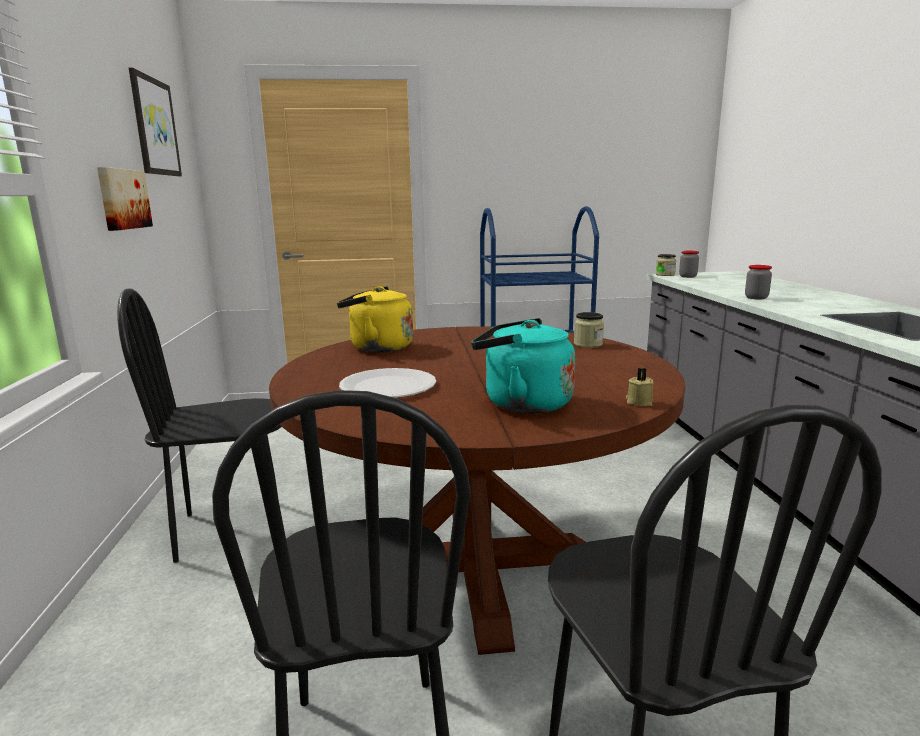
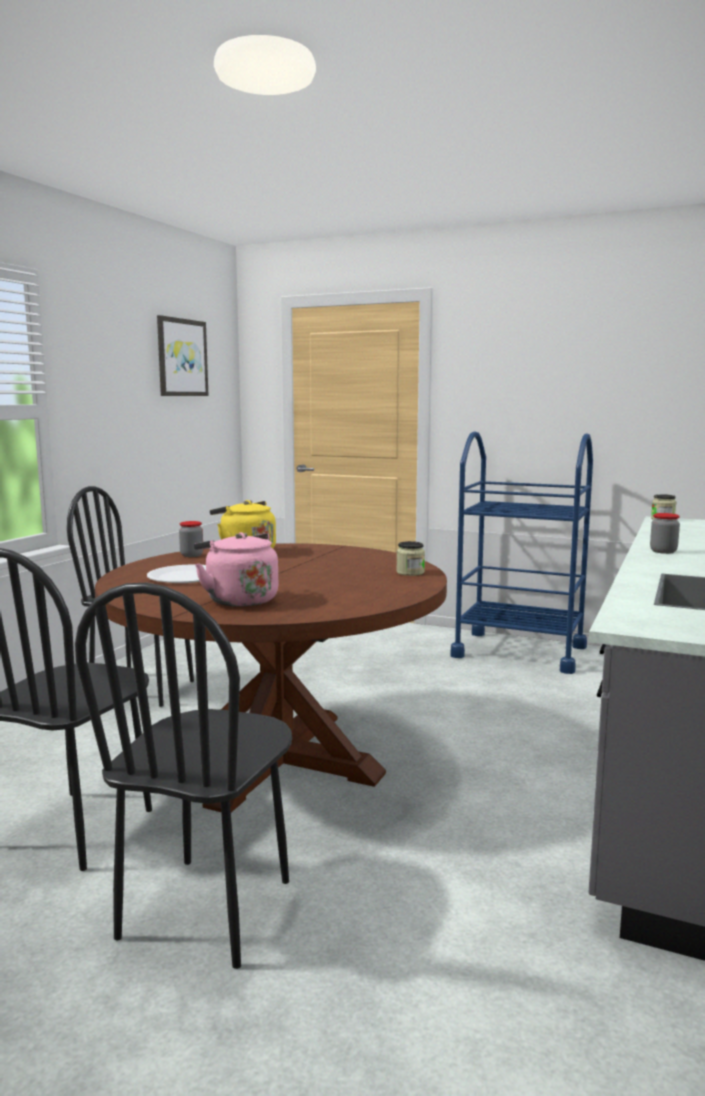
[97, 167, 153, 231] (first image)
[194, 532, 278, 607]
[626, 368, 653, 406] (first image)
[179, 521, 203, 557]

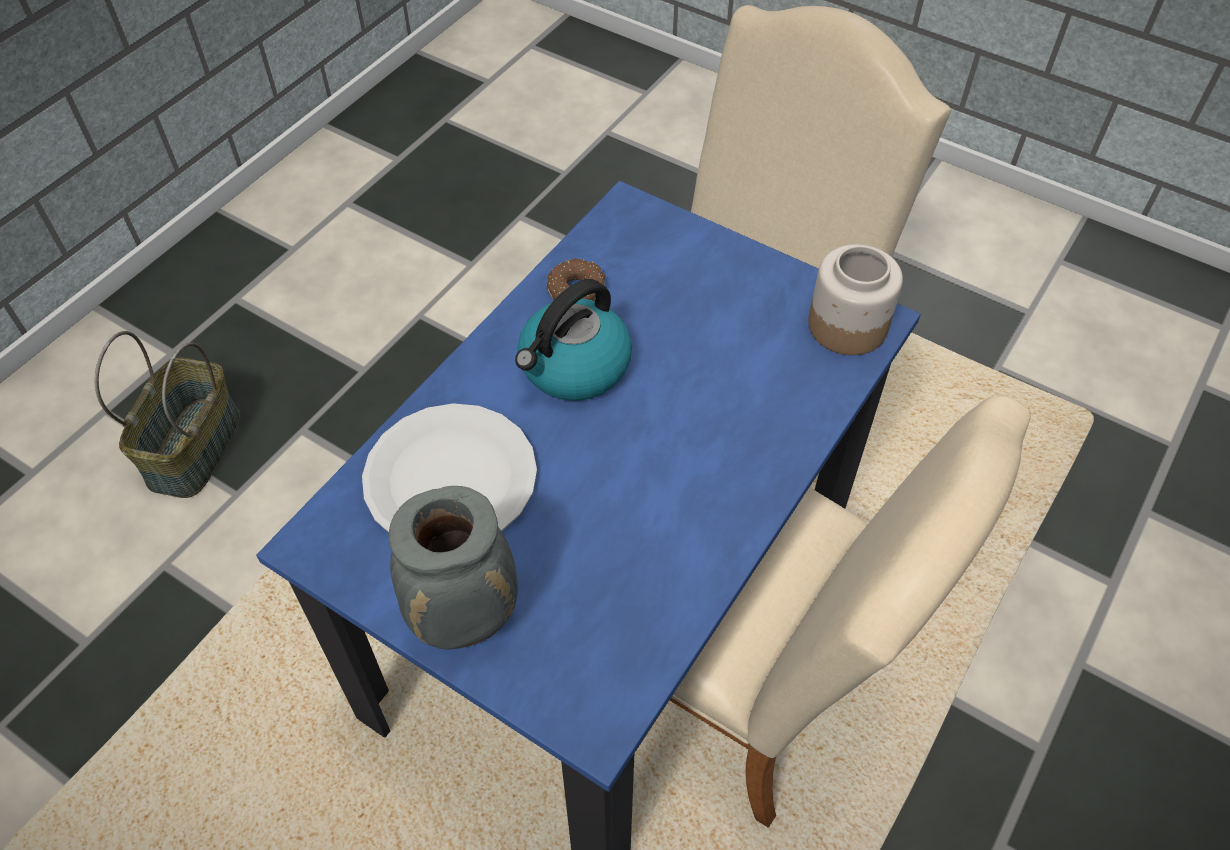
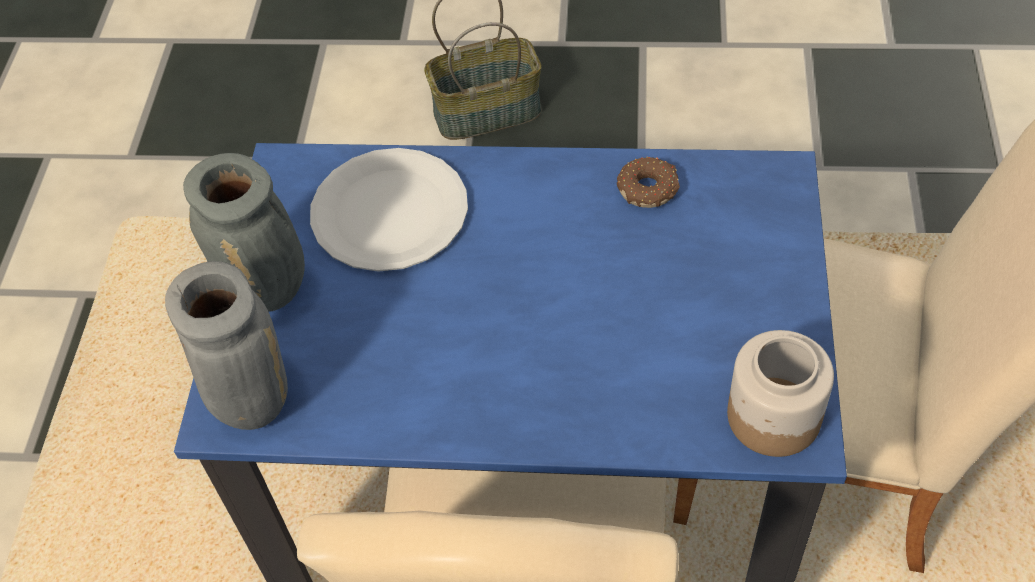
[515, 279, 632, 401] (first image)
[165, 261, 288, 430]

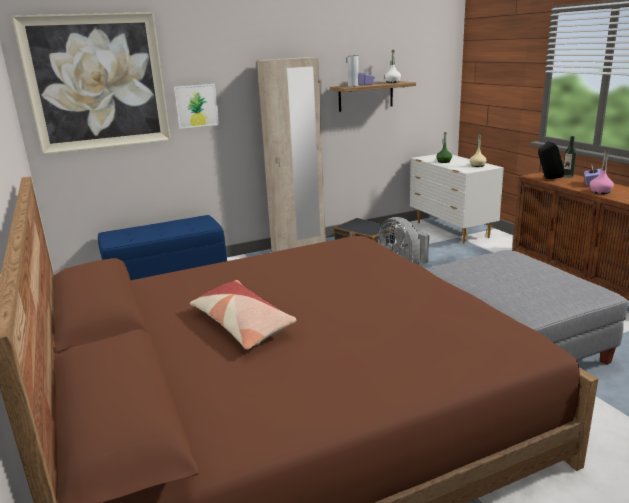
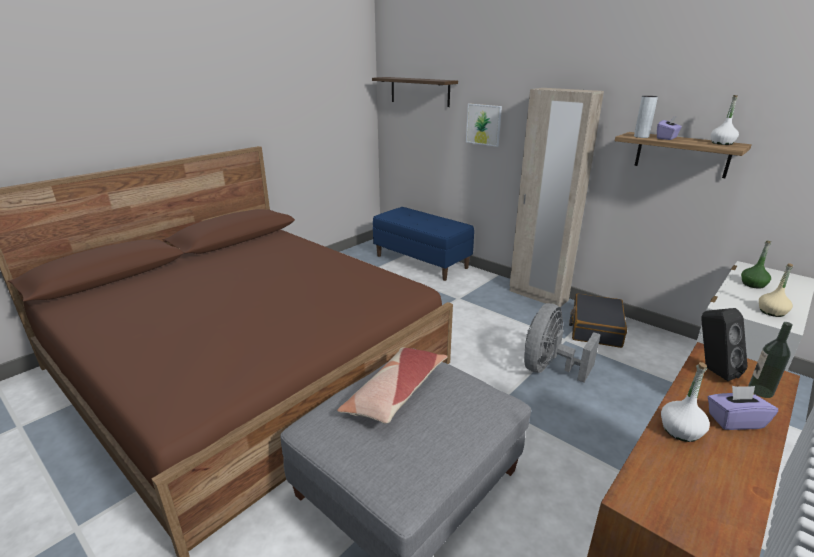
[372, 77, 458, 107]
[337, 347, 448, 424]
[661, 362, 710, 442]

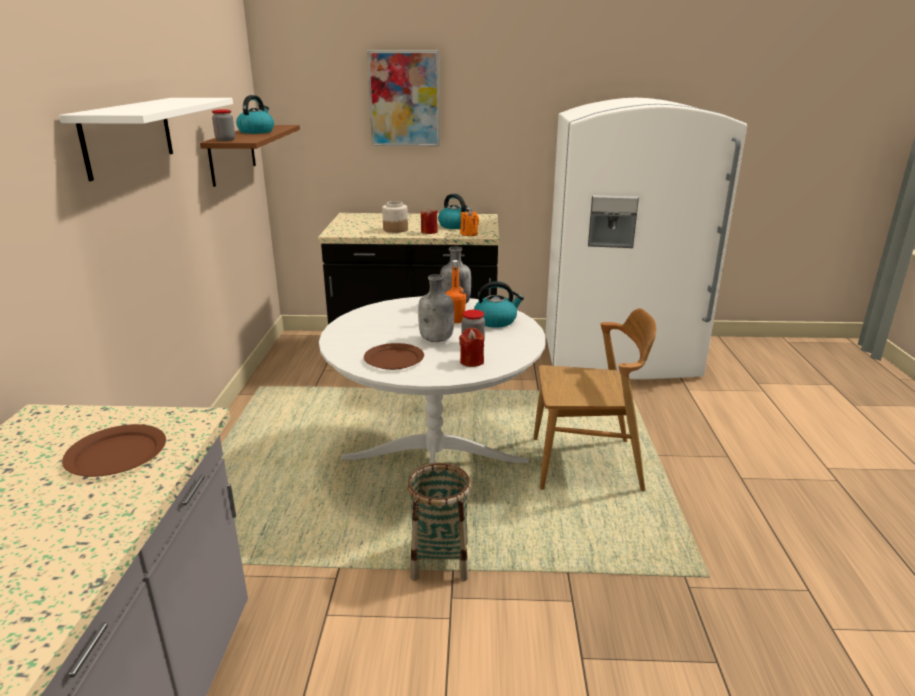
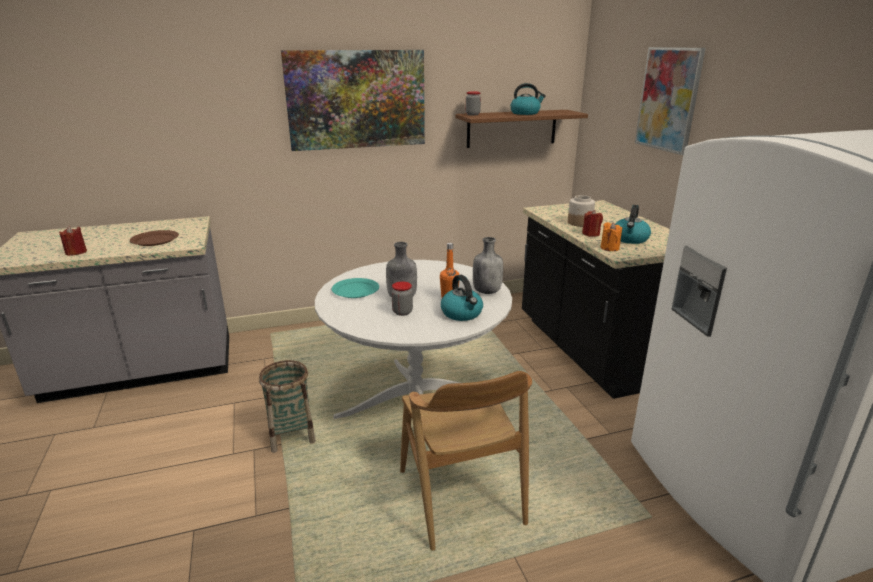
[281, 50, 425, 151]
[332, 278, 379, 298]
[59, 226, 87, 256]

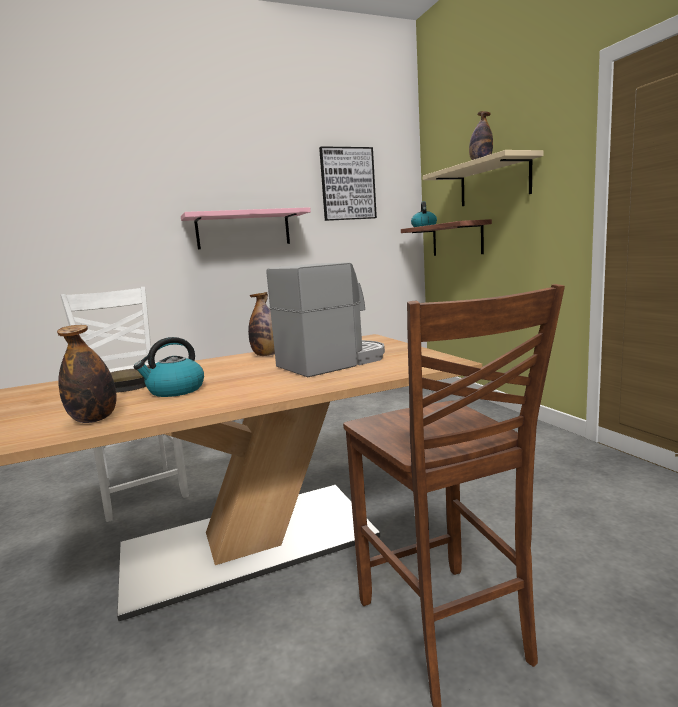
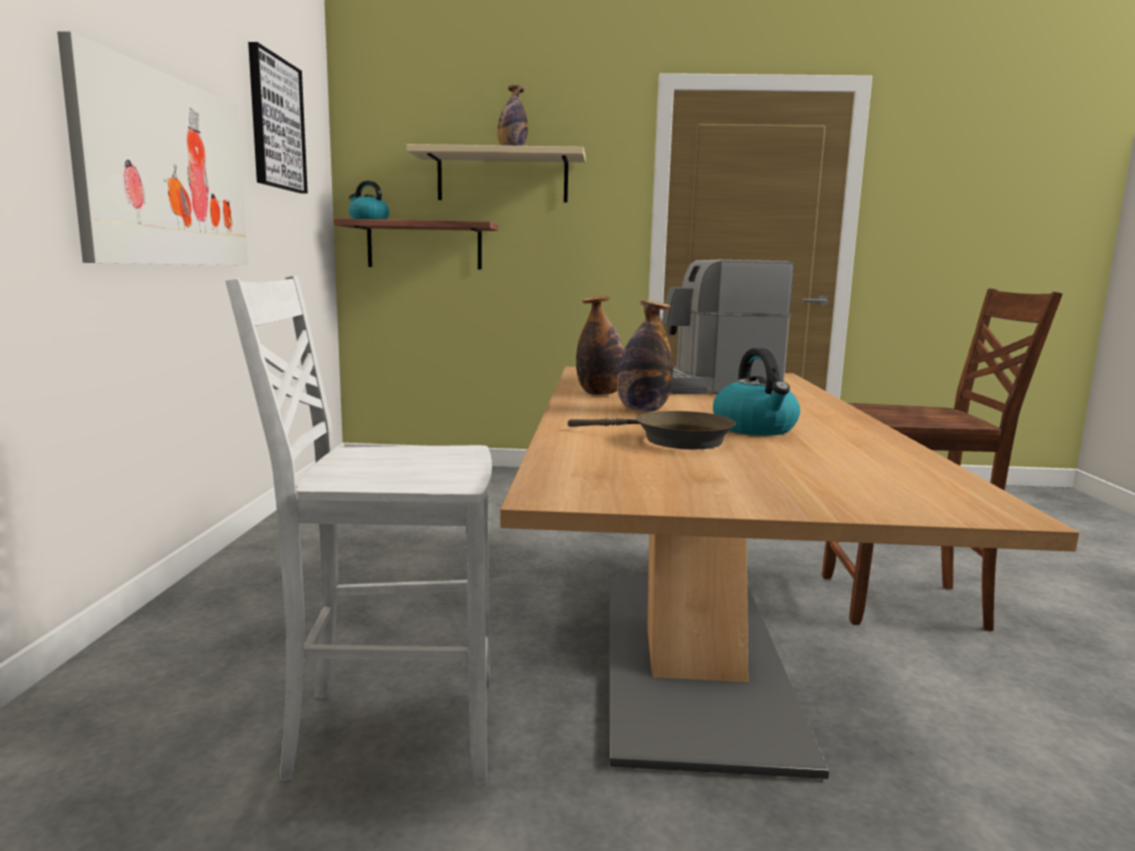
[617, 300, 673, 412]
[57, 31, 248, 265]
[662, 260, 794, 394]

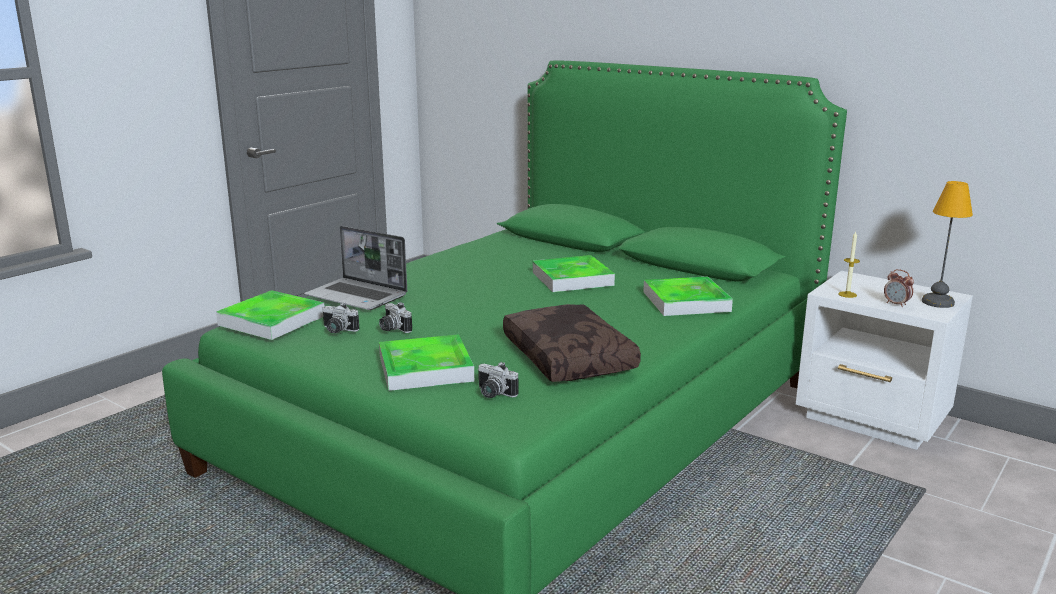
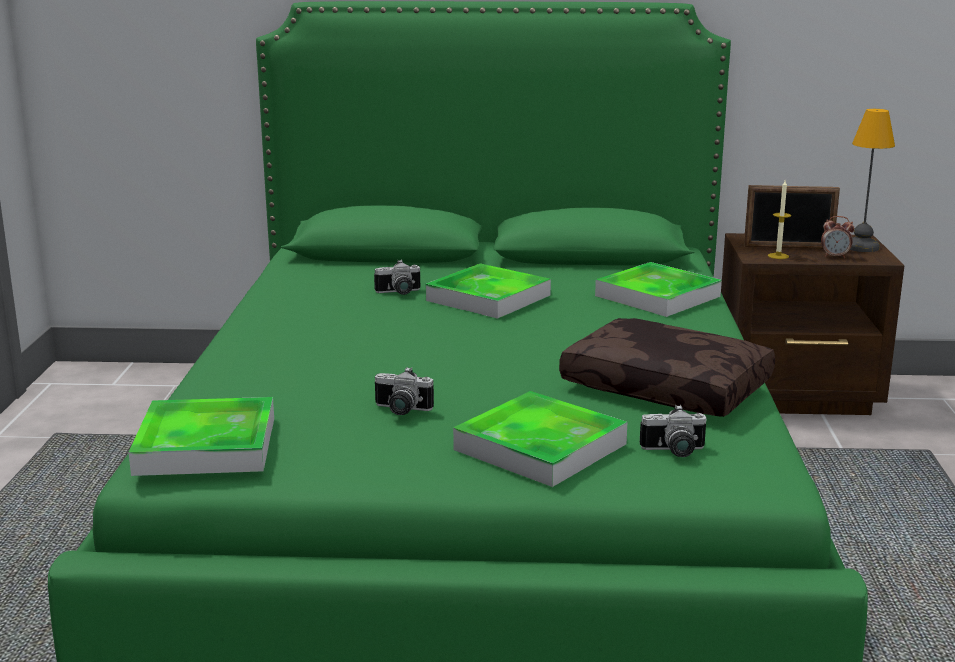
[304, 226, 407, 310] (first image)
[374, 260, 420, 295]
[721, 233, 904, 415]
[744, 185, 840, 249]

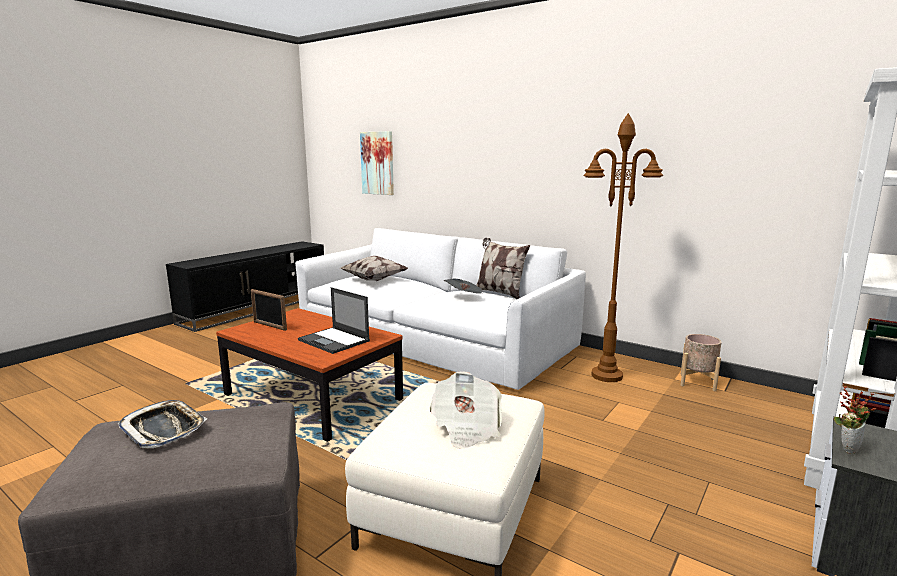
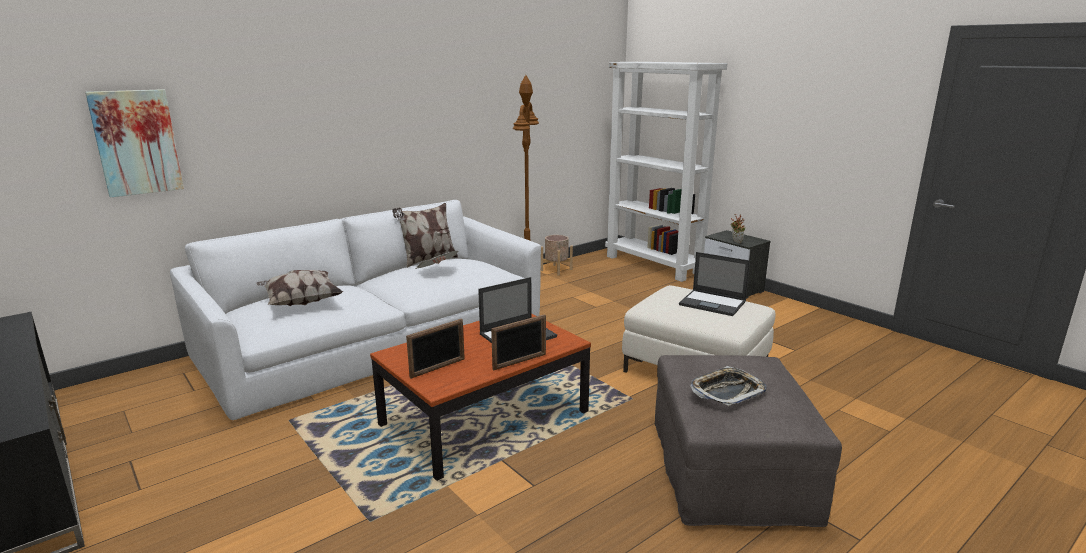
[679, 252, 750, 316]
[491, 314, 546, 370]

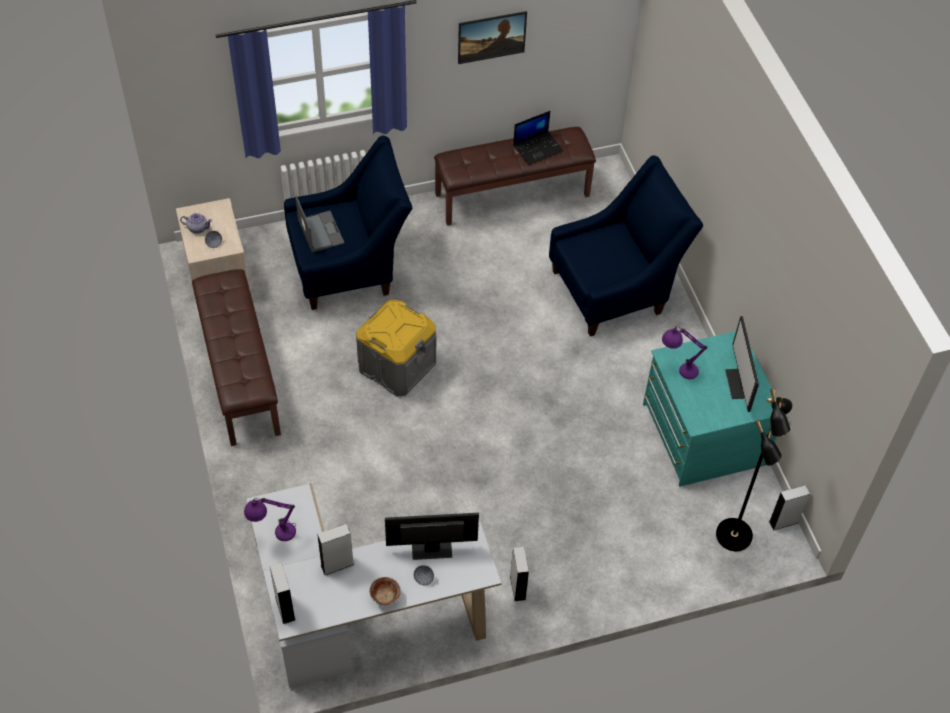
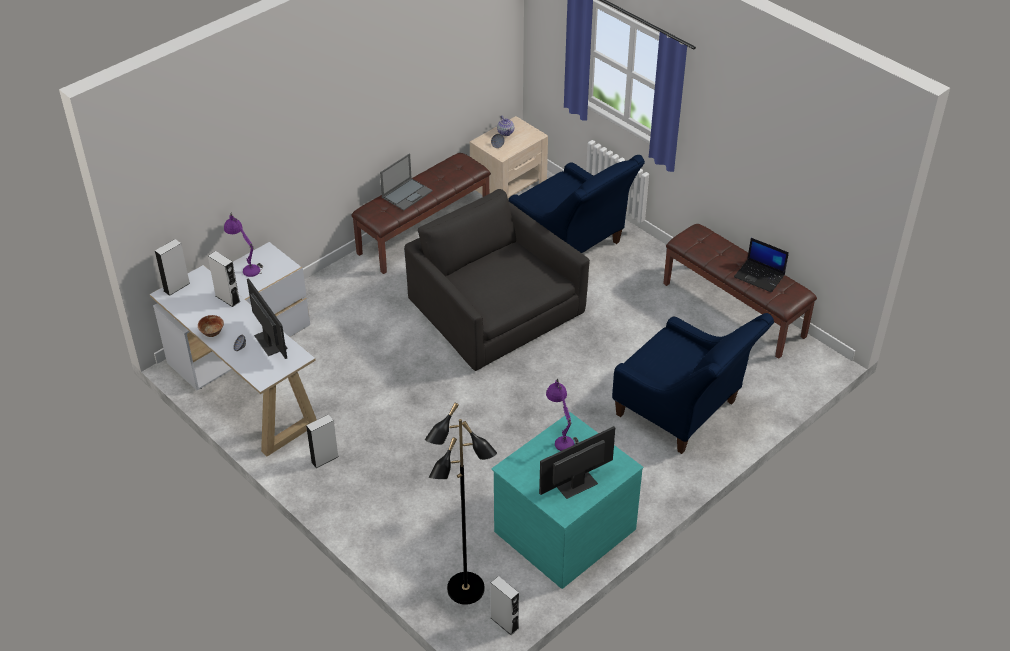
[380, 154, 433, 210]
[404, 189, 590, 371]
[458, 11, 527, 64] (first image)

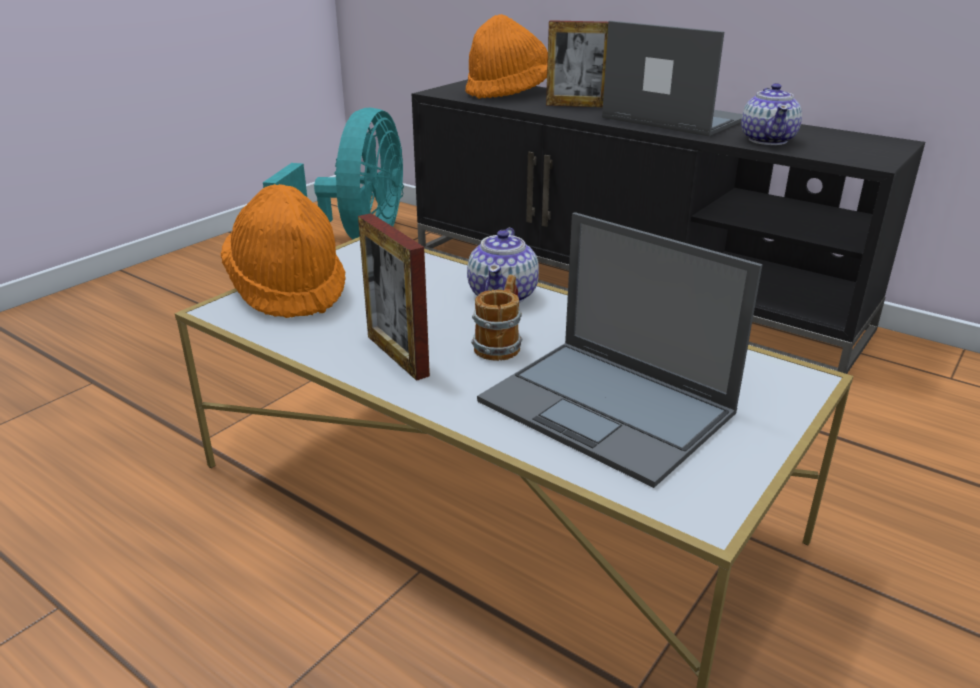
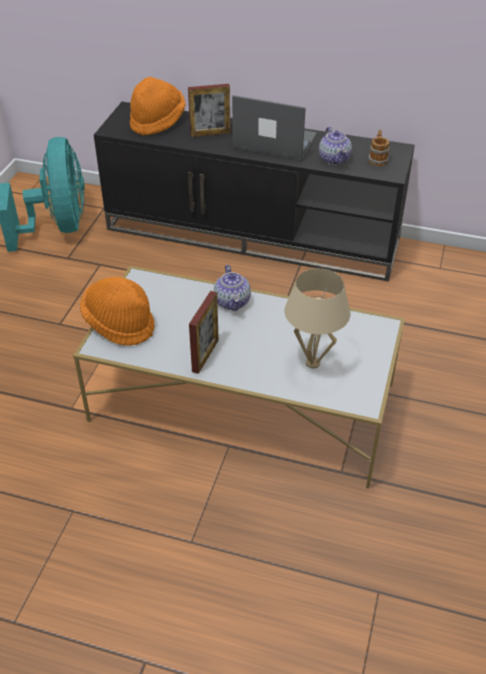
[189, 291, 219, 374]
[369, 130, 390, 166]
[284, 268, 350, 368]

